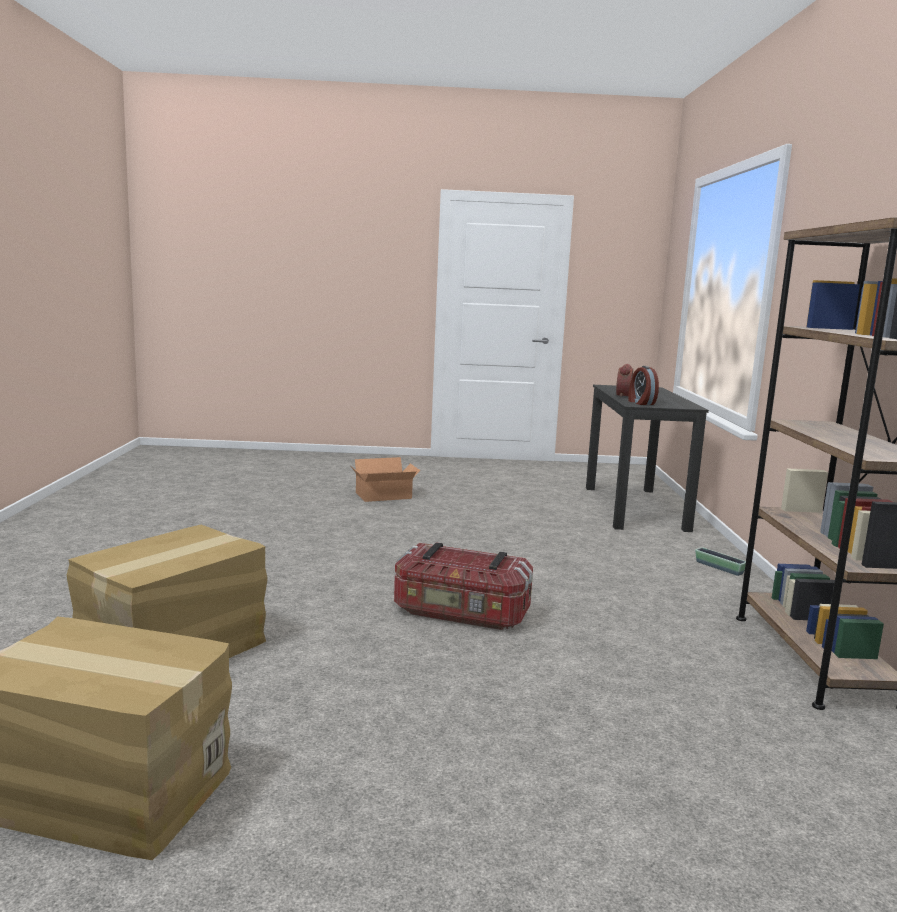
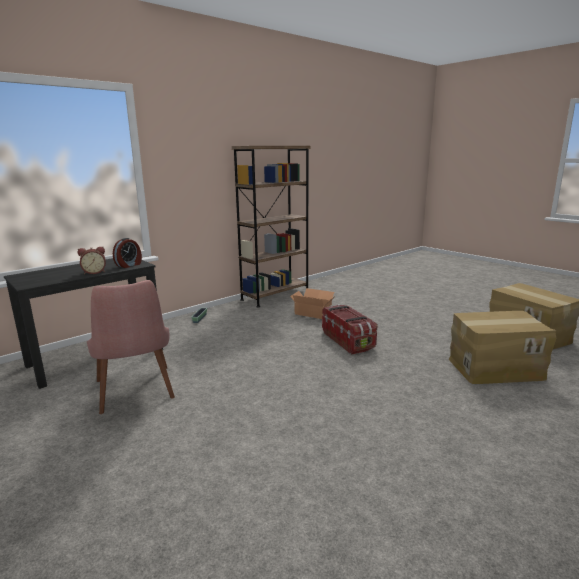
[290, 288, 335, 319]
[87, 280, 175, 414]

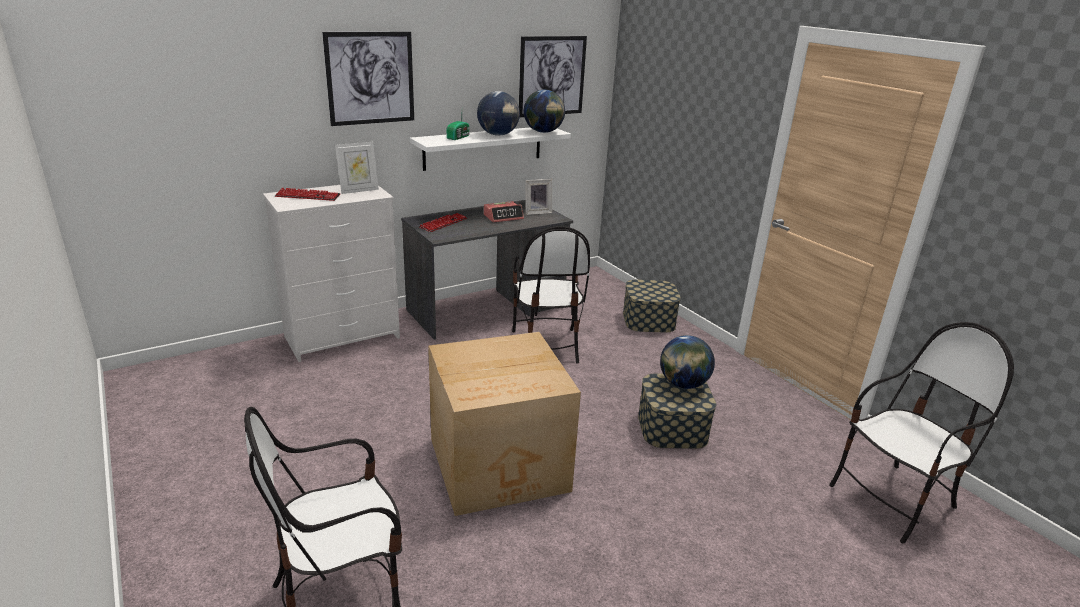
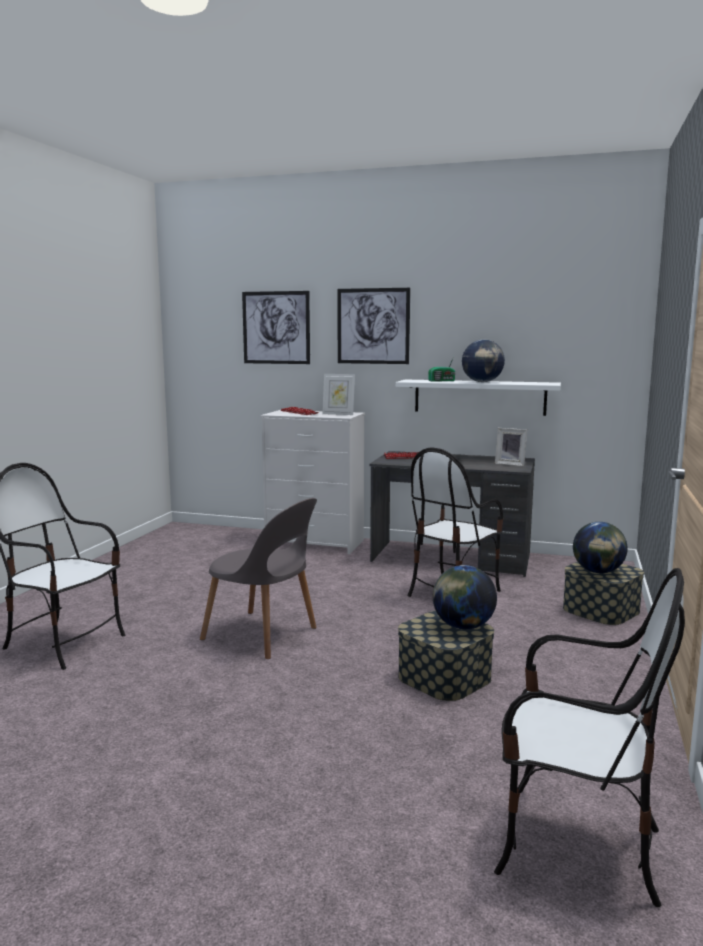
[200, 498, 317, 659]
[484, 201, 524, 223] (first image)
[242, 291, 310, 364]
[573, 522, 628, 573]

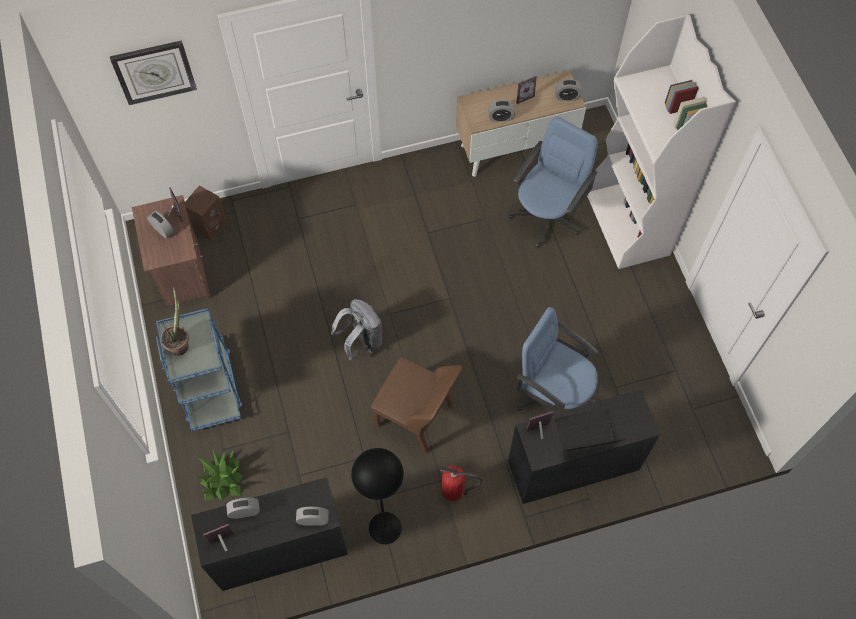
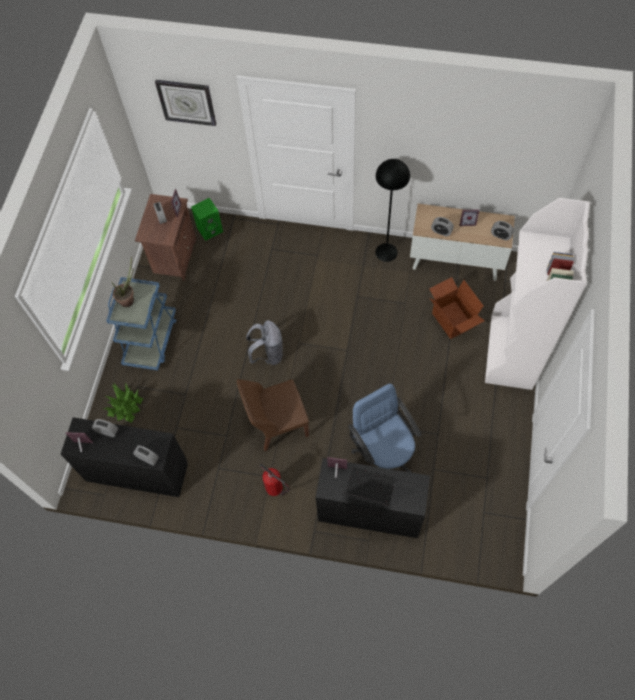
[191, 198, 223, 241]
[375, 159, 410, 262]
[237, 379, 309, 451]
[429, 277, 485, 339]

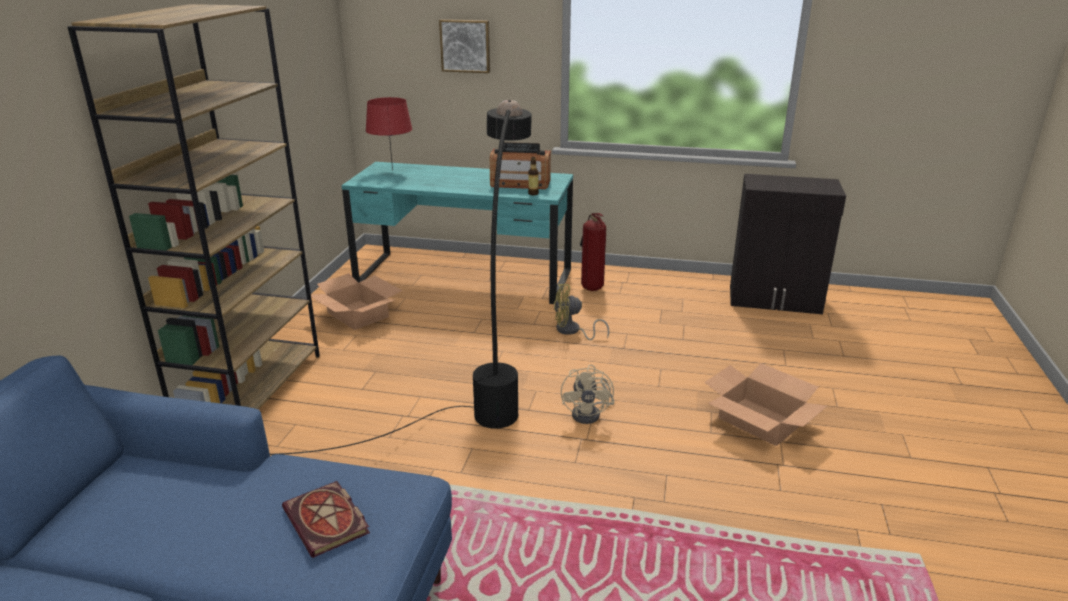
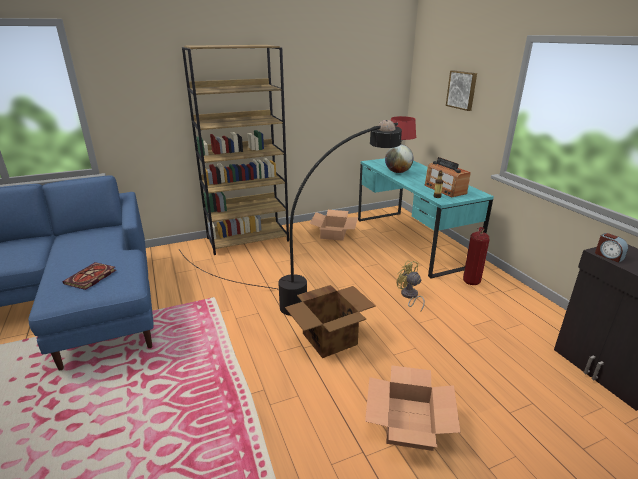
[285, 285, 376, 358]
[385, 145, 414, 173]
[595, 233, 628, 263]

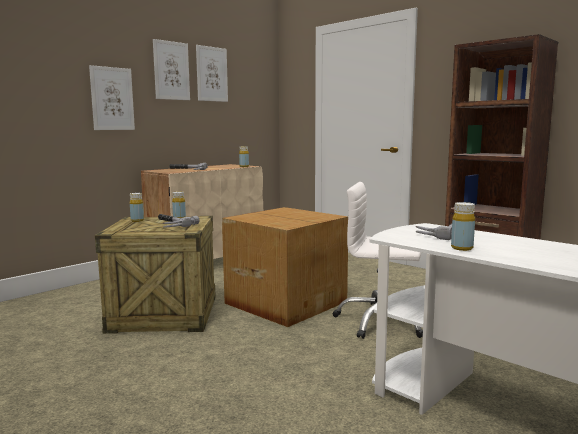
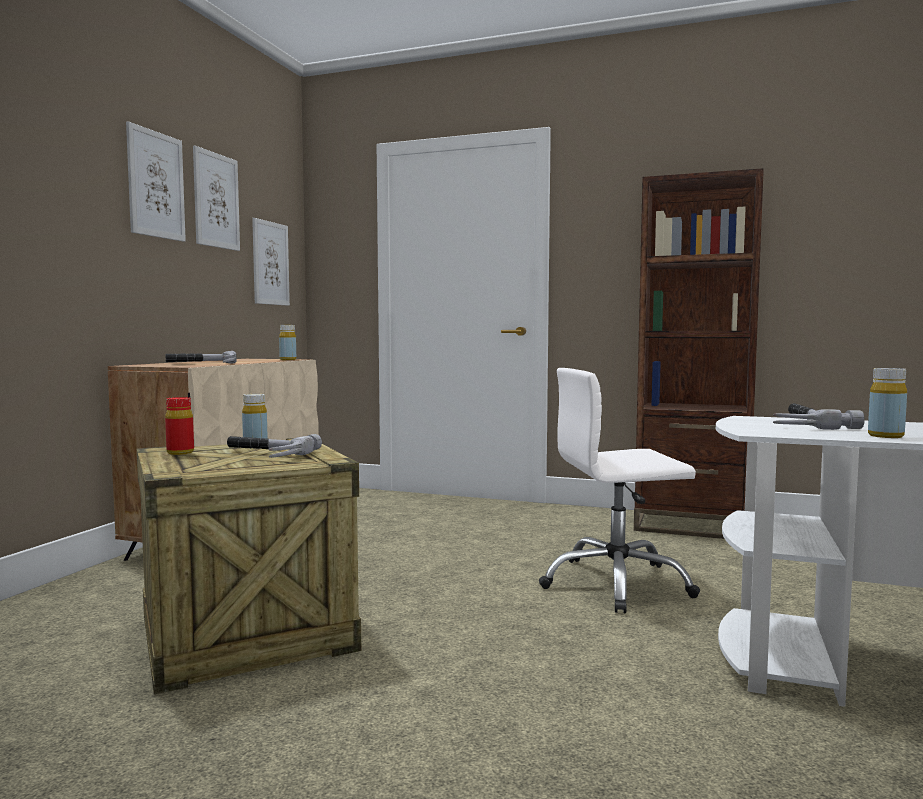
[252, 218, 290, 306]
[165, 397, 194, 455]
[222, 207, 348, 327] (first image)

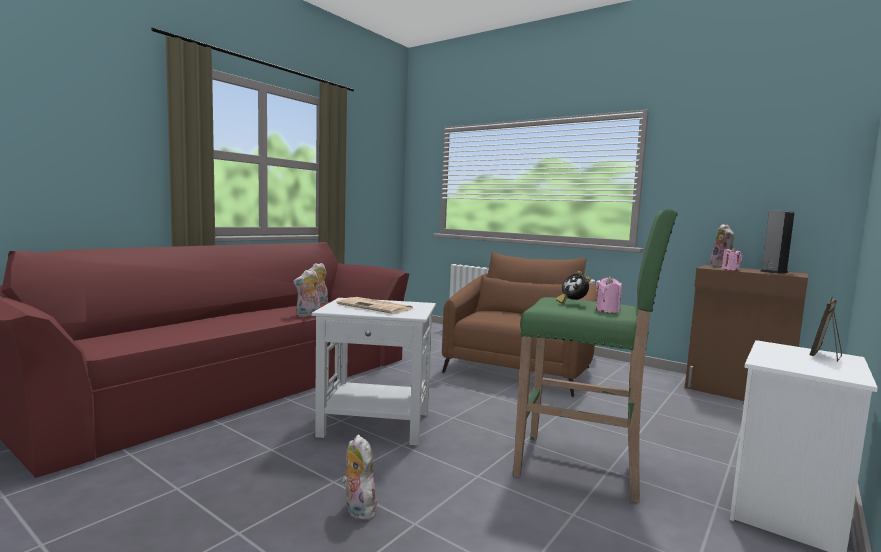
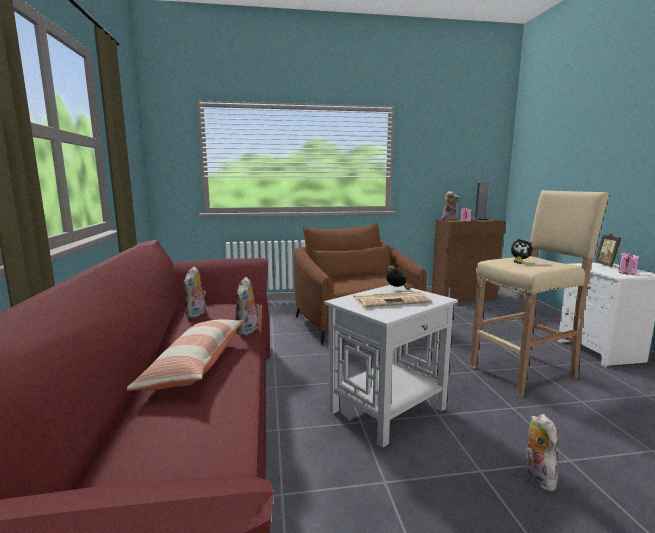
[526, 414, 559, 491]
[470, 190, 609, 396]
[618, 252, 639, 275]
[127, 319, 244, 391]
[386, 265, 411, 290]

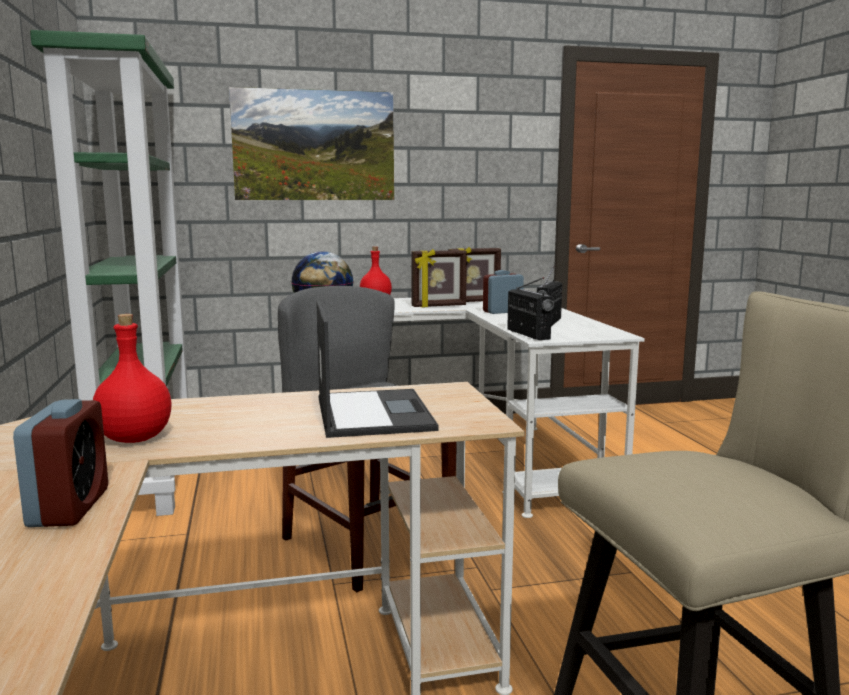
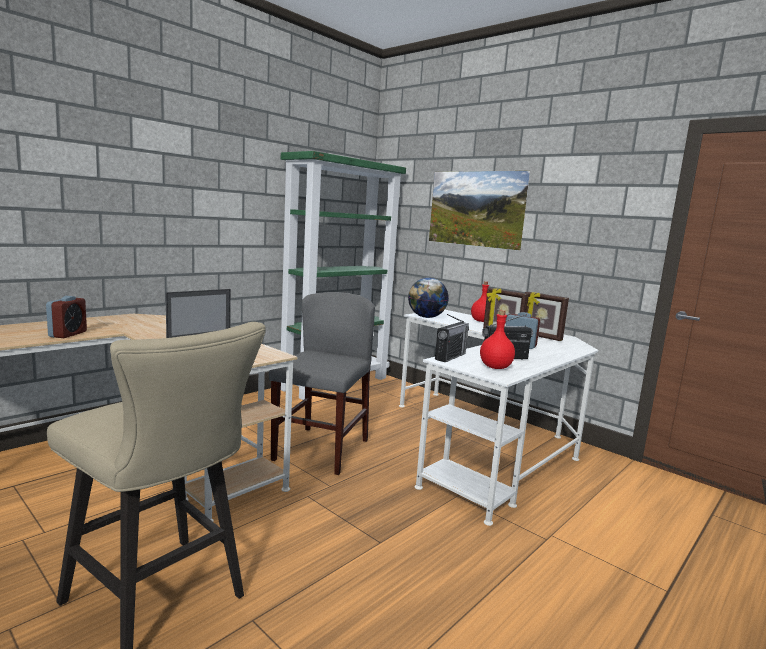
[46, 296, 87, 338]
[480, 310, 515, 369]

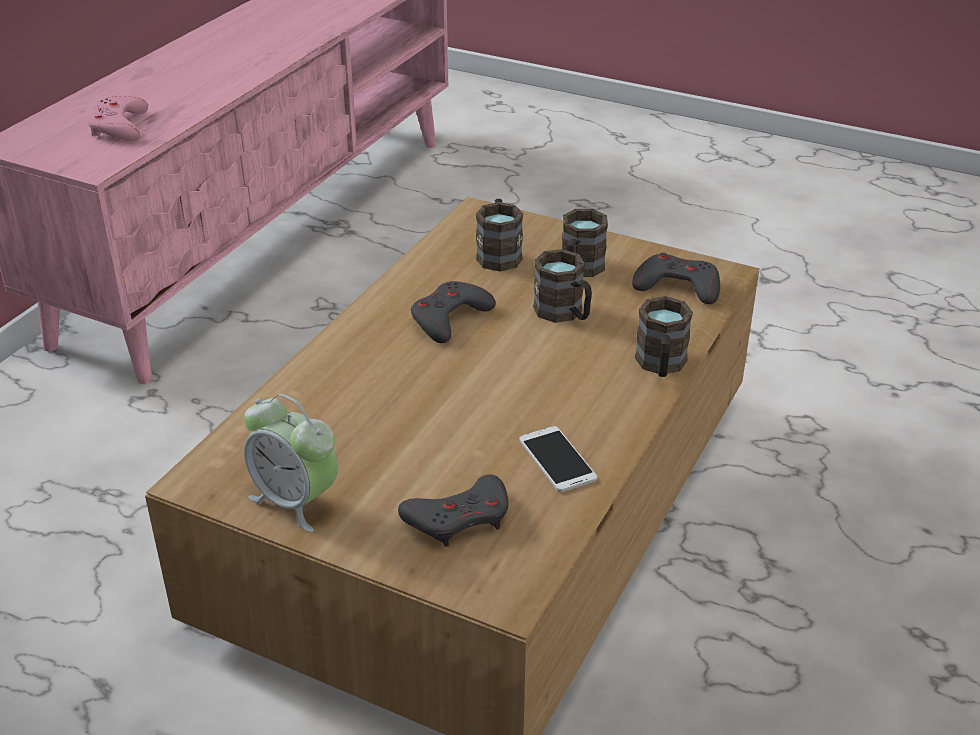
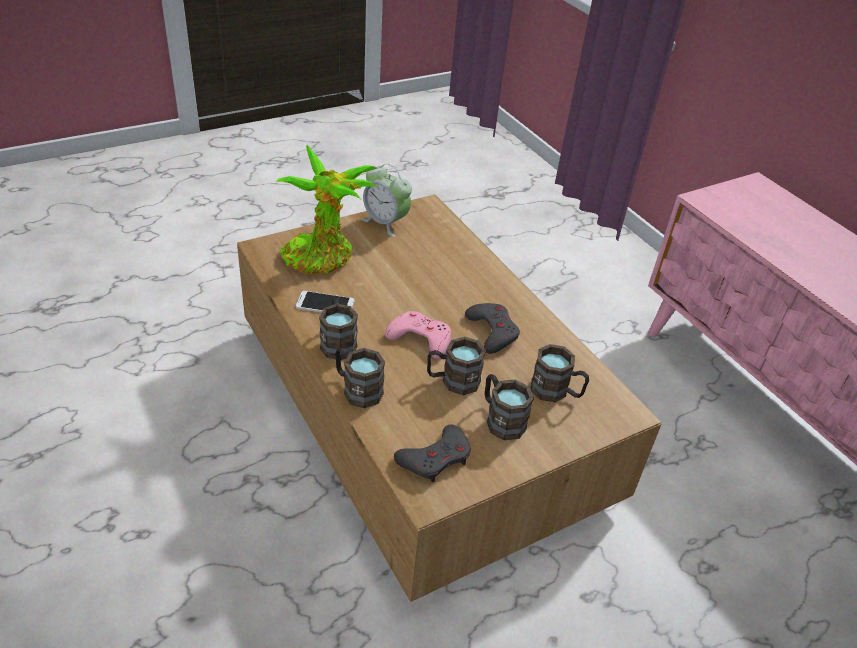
[385, 311, 451, 359]
[362, 163, 412, 237]
[275, 145, 377, 274]
[319, 298, 358, 360]

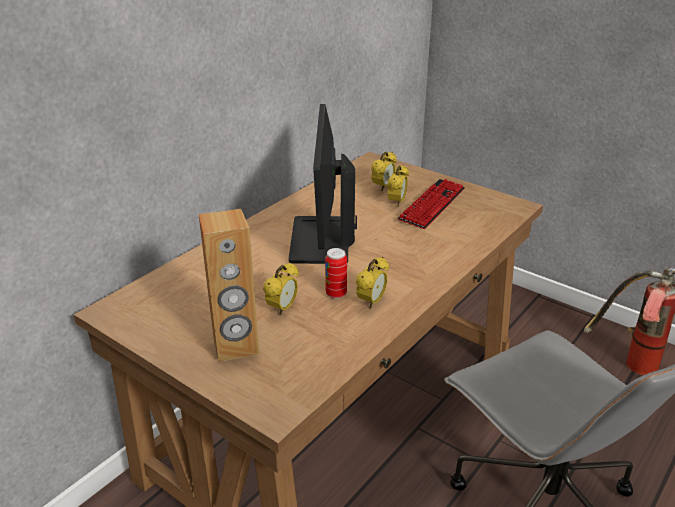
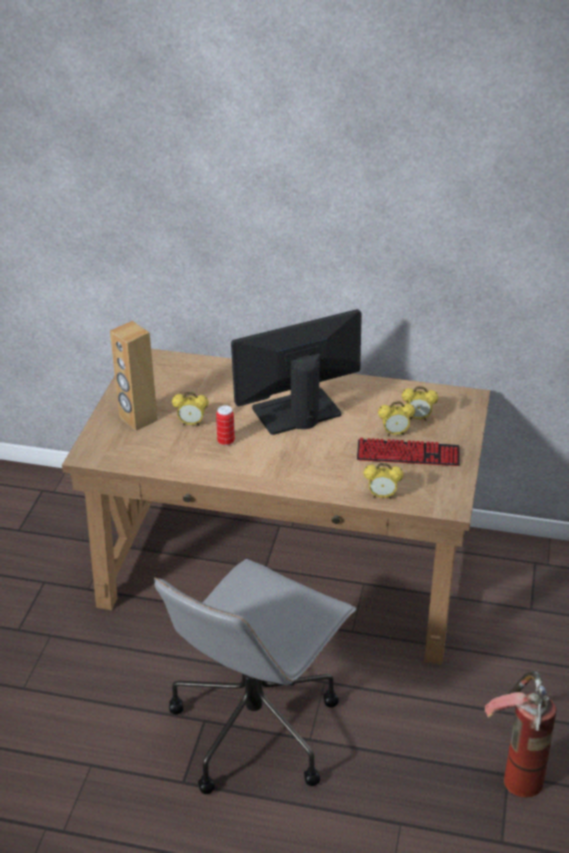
[364, 463, 404, 499]

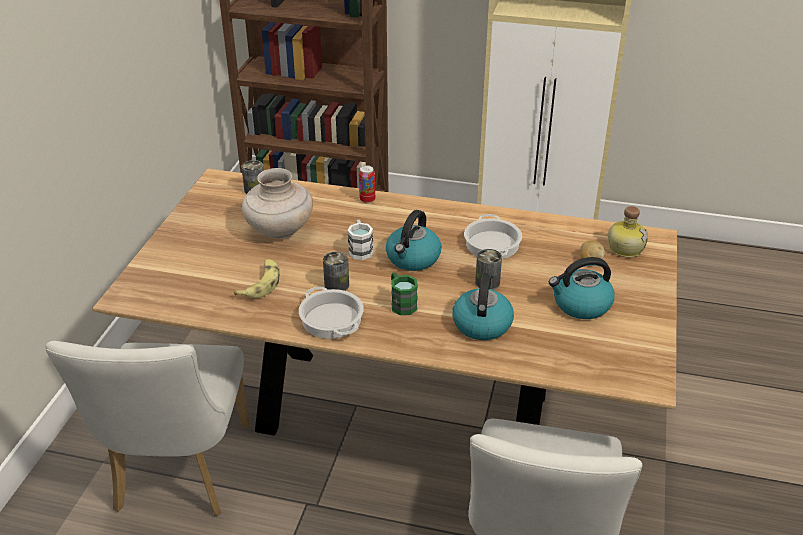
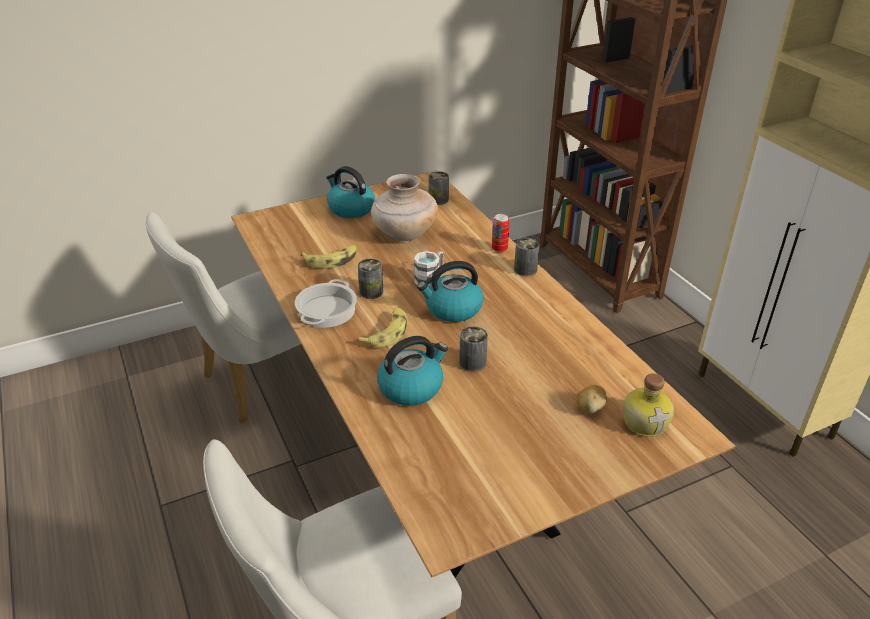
[357, 307, 407, 347]
[464, 214, 522, 259] (first image)
[326, 166, 375, 218]
[514, 238, 540, 276]

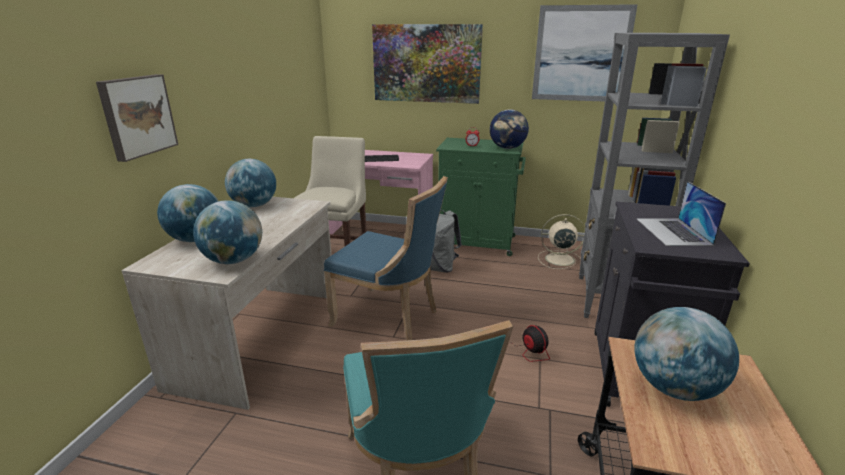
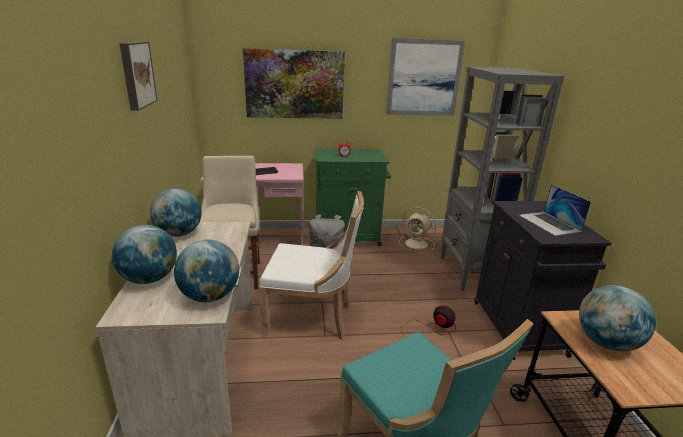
[120, 42, 157, 111]
[259, 191, 364, 339]
[490, 109, 529, 149] (first image)
[399, 207, 436, 252]

